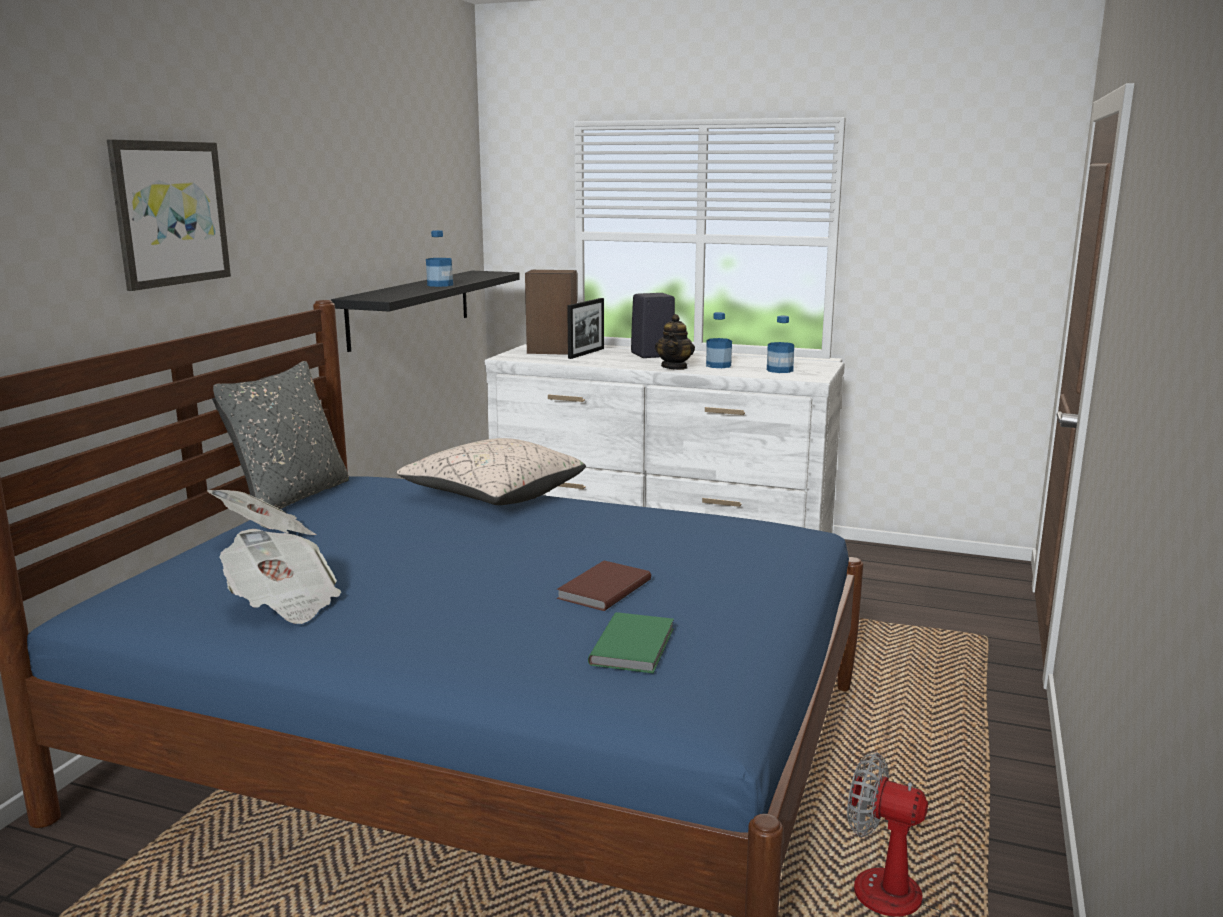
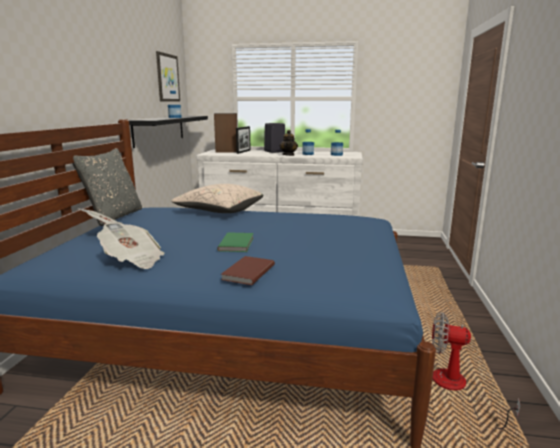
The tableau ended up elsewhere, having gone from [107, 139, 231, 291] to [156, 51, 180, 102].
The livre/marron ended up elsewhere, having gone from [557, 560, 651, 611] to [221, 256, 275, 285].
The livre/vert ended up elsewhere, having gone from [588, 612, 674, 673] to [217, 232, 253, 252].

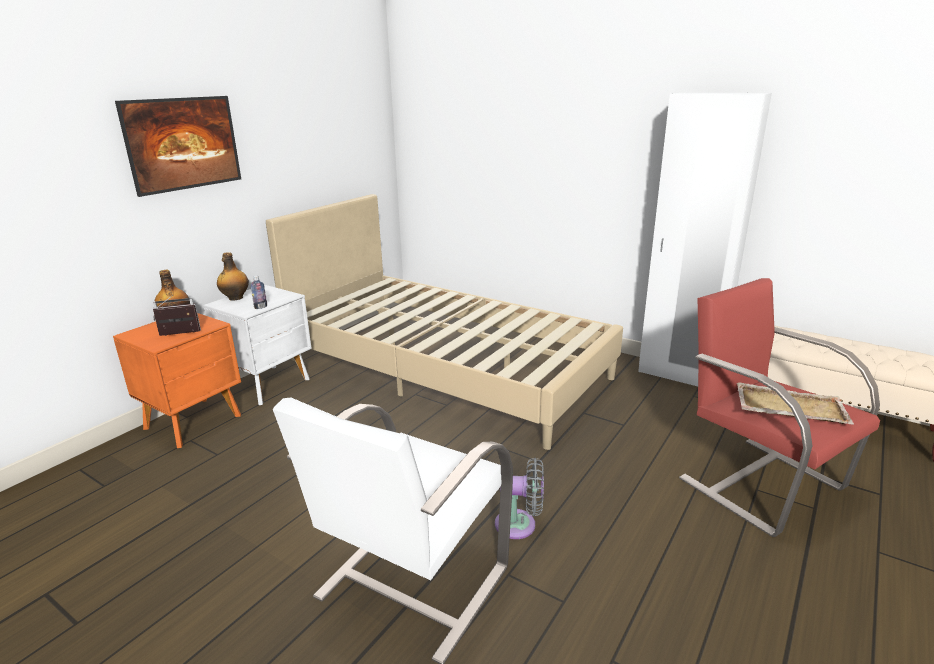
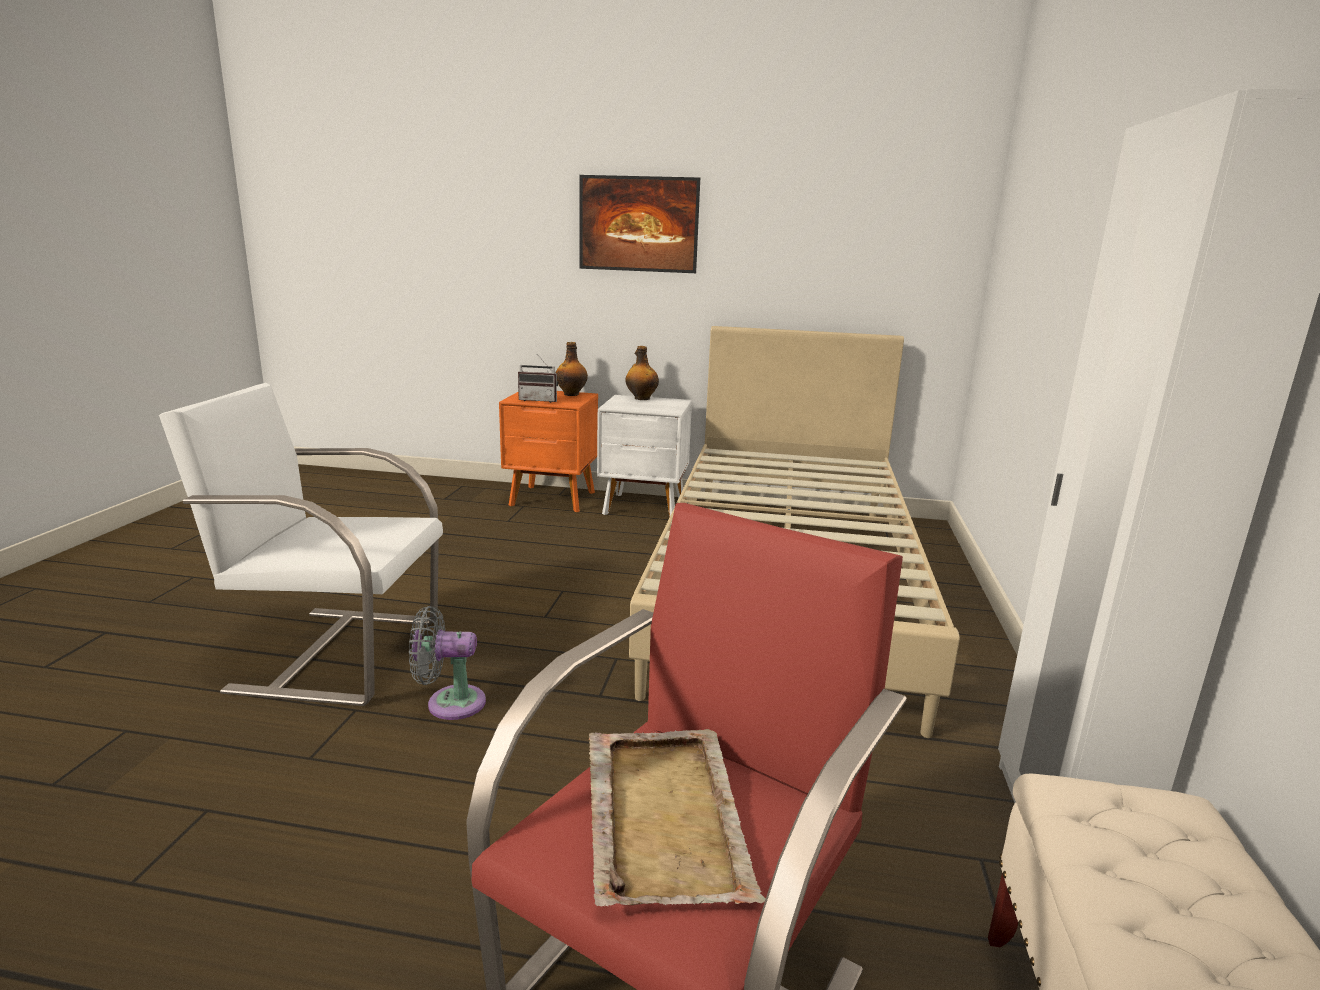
The second view lost the bouteille at [251, 276, 267, 309].
The radio at [153, 295, 201, 336] ended up facing another way, 135 degrees clockwise from before.
The ventilateur/gris at [495, 458, 544, 539] ended up facing another way, 105 degrees clockwise from before.

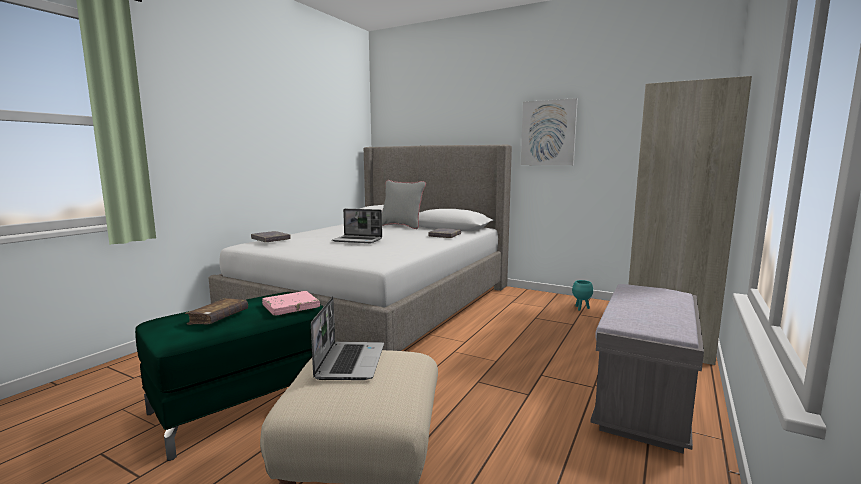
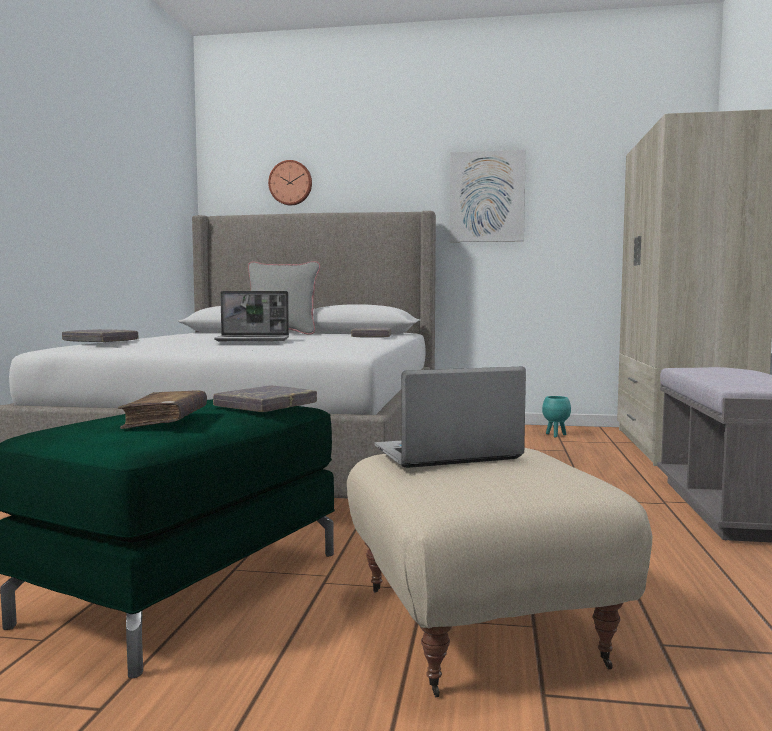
What was the livre/rose at [262, 291, 320, 316] turned into the livre/gris at [213, 385, 317, 412].
The ordinateur portable at [311, 296, 384, 380] ended up facing another way, 90 degrees counterclockwise from before.
The second view gained the horloge murale at [268, 160, 312, 205].

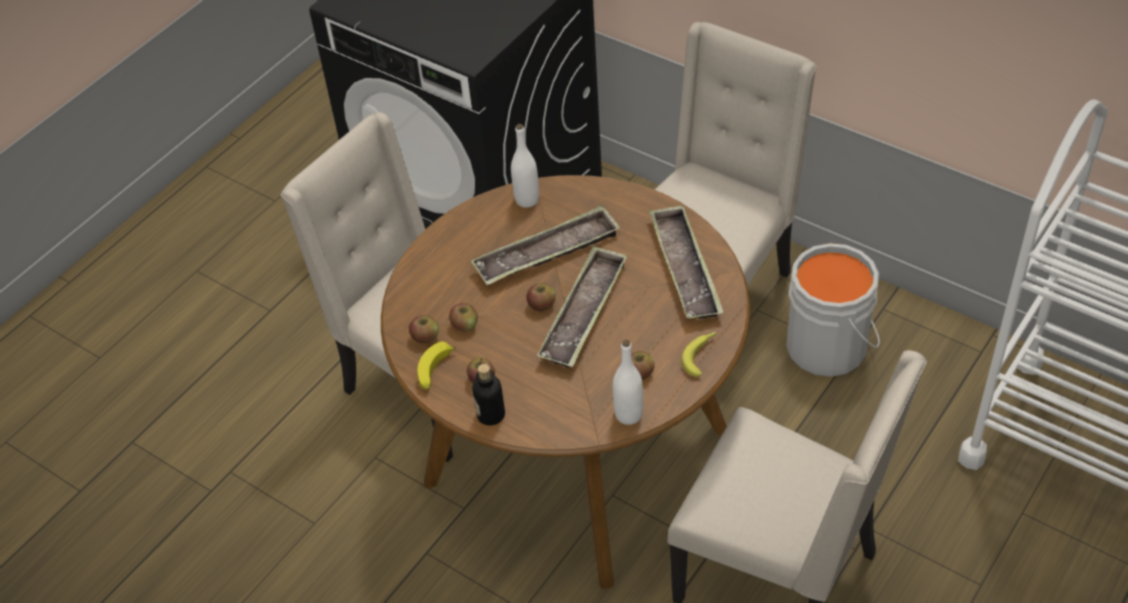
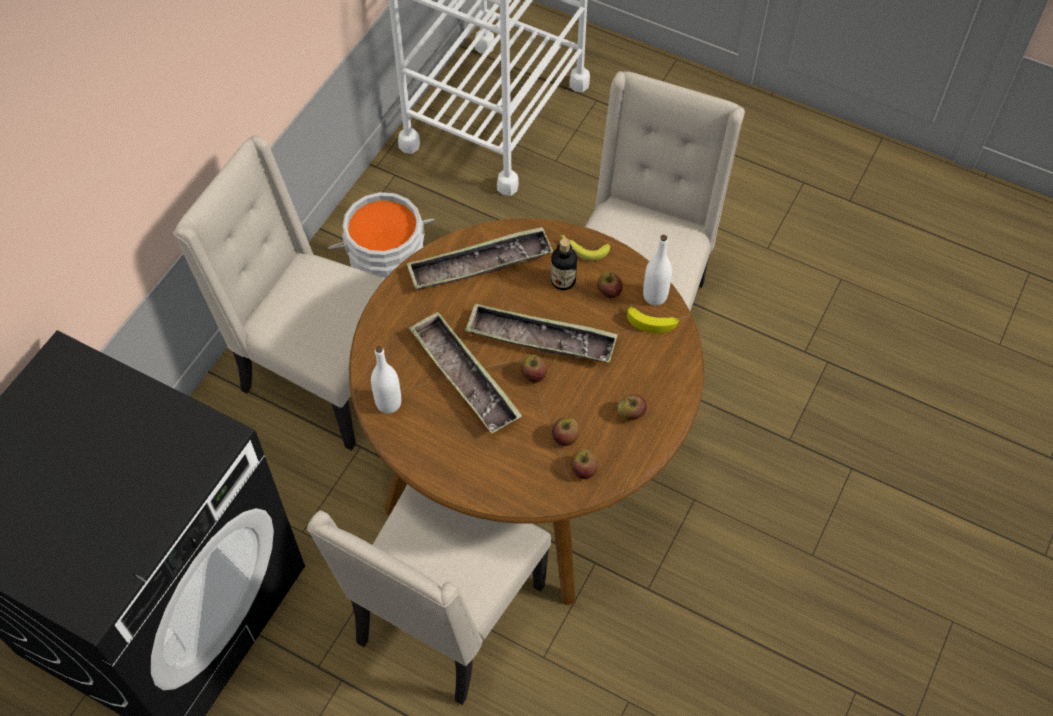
The banane ended up elsewhere, having gone from [418, 342, 456, 390] to [627, 305, 680, 334].
The bouteille ended up elsewhere, having gone from [472, 364, 505, 425] to [551, 238, 577, 290].

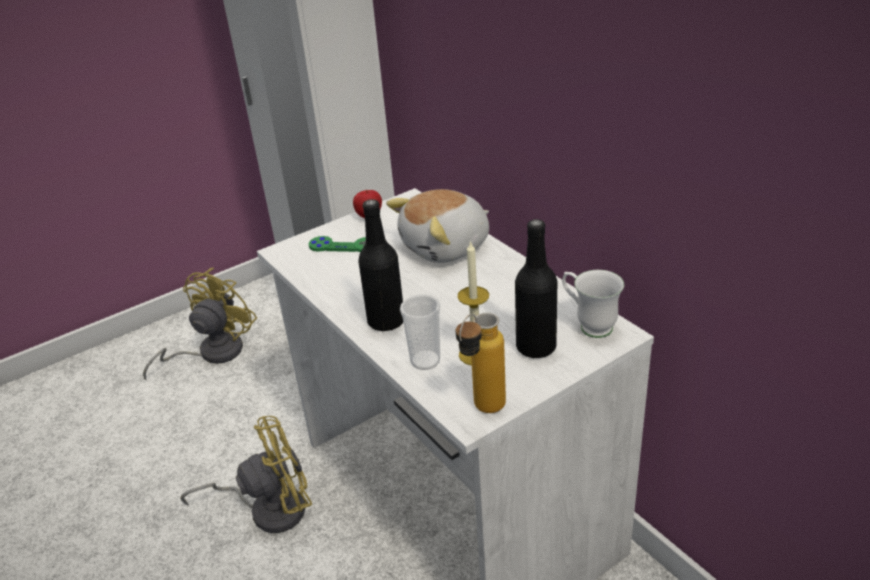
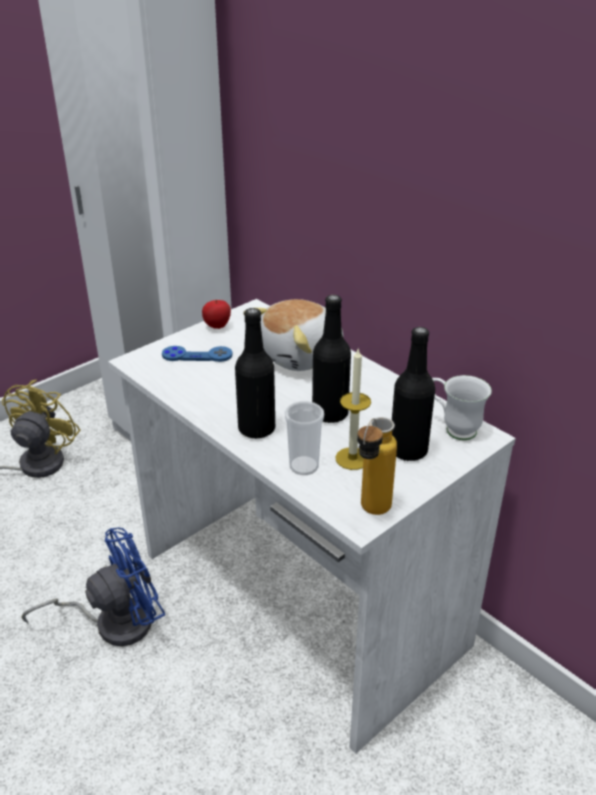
What was the manette/vert at [308, 236, 366, 252] turned into the manette/bleu at [162, 346, 232, 362].
What was the ventilateur/jaune at [180, 416, 312, 533] turned into the ventilateur/bleu at [22, 528, 165, 646].
The second view gained the bouteille/noir at [312, 295, 351, 423].

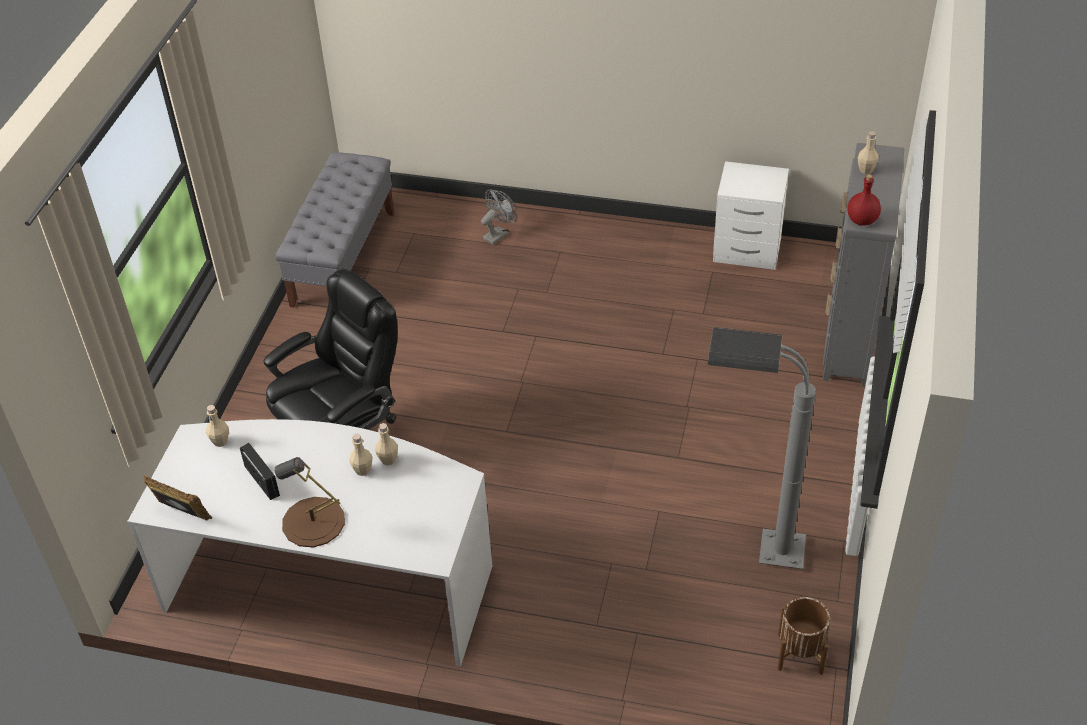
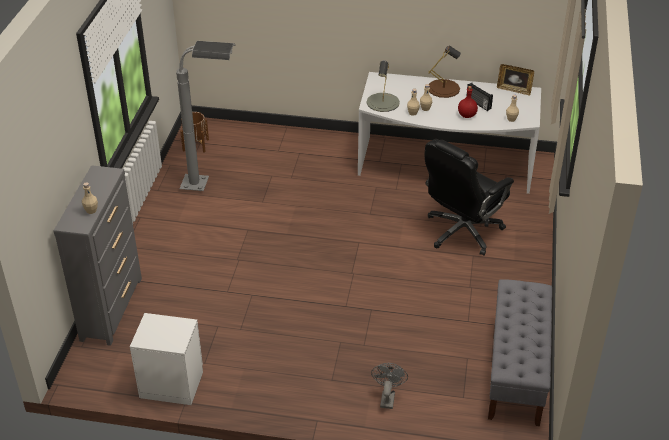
The bouteille/rouge ended up elsewhere, having gone from [847, 174, 881, 226] to [458, 86, 478, 118].
The ventilateur/gris at [481, 190, 517, 245] ended up facing another way, 150 degrees clockwise from before.
The second view gained the lampe de table/gris at [366, 60, 400, 112].

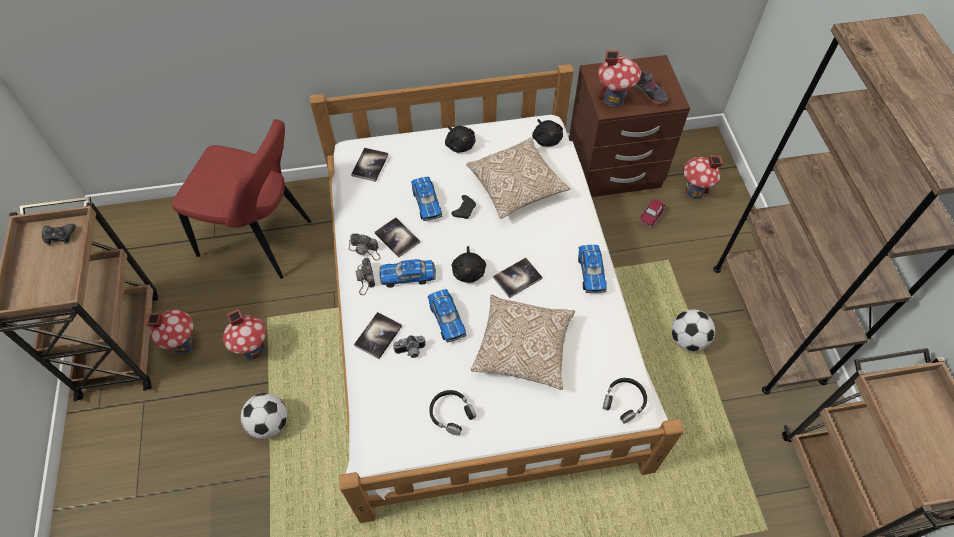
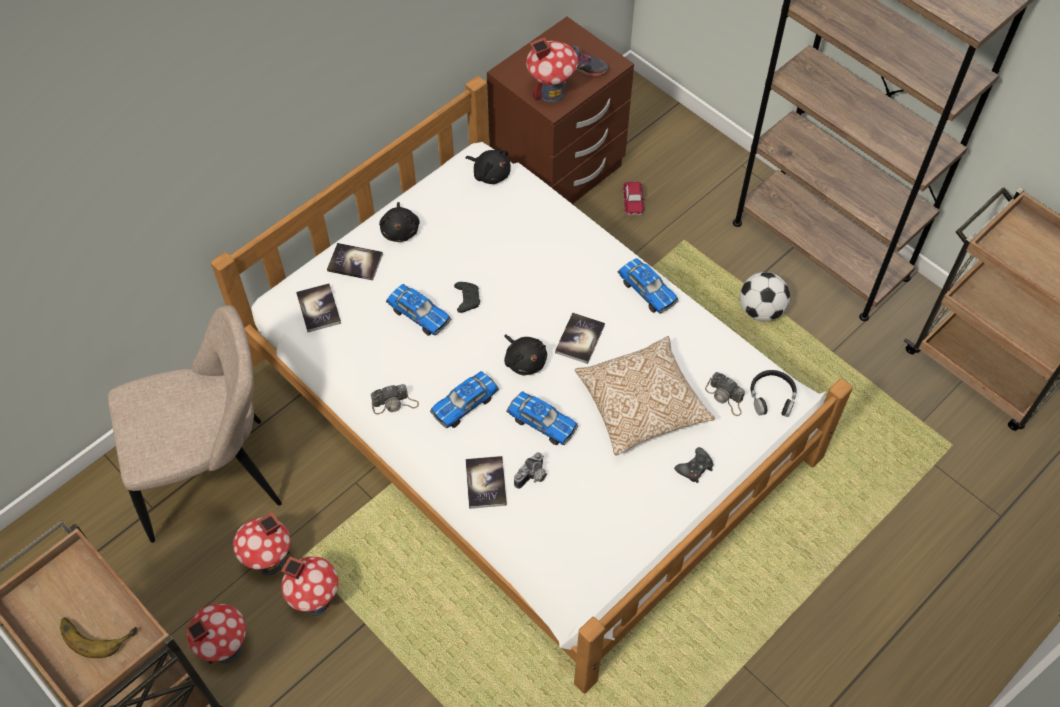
What was the chaise/rouge at [172, 119, 311, 279] turned into the chaise/beige at [108, 305, 282, 543].
The peluche/noir at [445, 126, 476, 153] ended up facing another way, 60 degrees clockwise from before.
The second view lost the coussin at [466, 137, 570, 219].
The maison miniature ended up elsewhere, having gone from [683, 155, 723, 199] to [233, 512, 291, 575].
The livre ended up elsewhere, having gone from [375, 217, 420, 258] to [327, 243, 383, 281].
The manette/noir ended up elsewhere, having gone from [42, 224, 76, 246] to [674, 447, 714, 483].
The appareil photo ended up elsewhere, having gone from [355, 257, 375, 295] to [705, 372, 745, 416].
The second view lost the casque audio/noir at [429, 390, 476, 436].
The second view lost the ballon de foot at [241, 393, 287, 439].
The second view gained the banane at [60, 617, 138, 658].

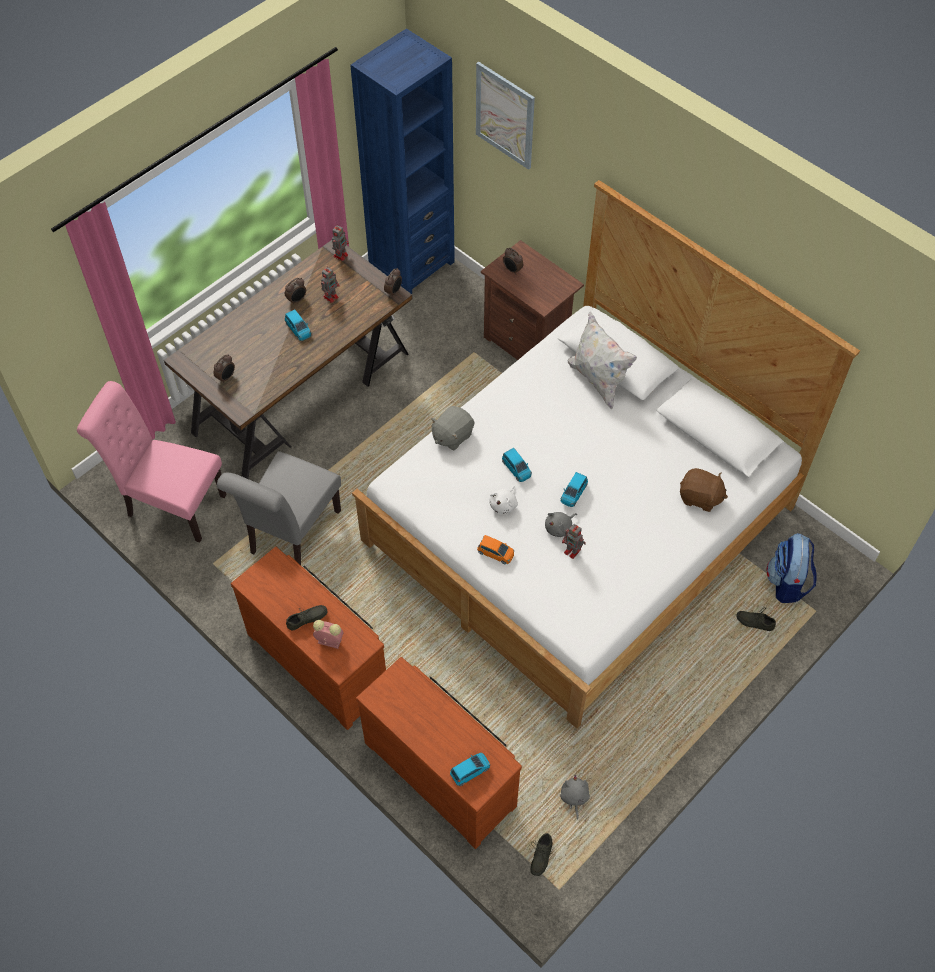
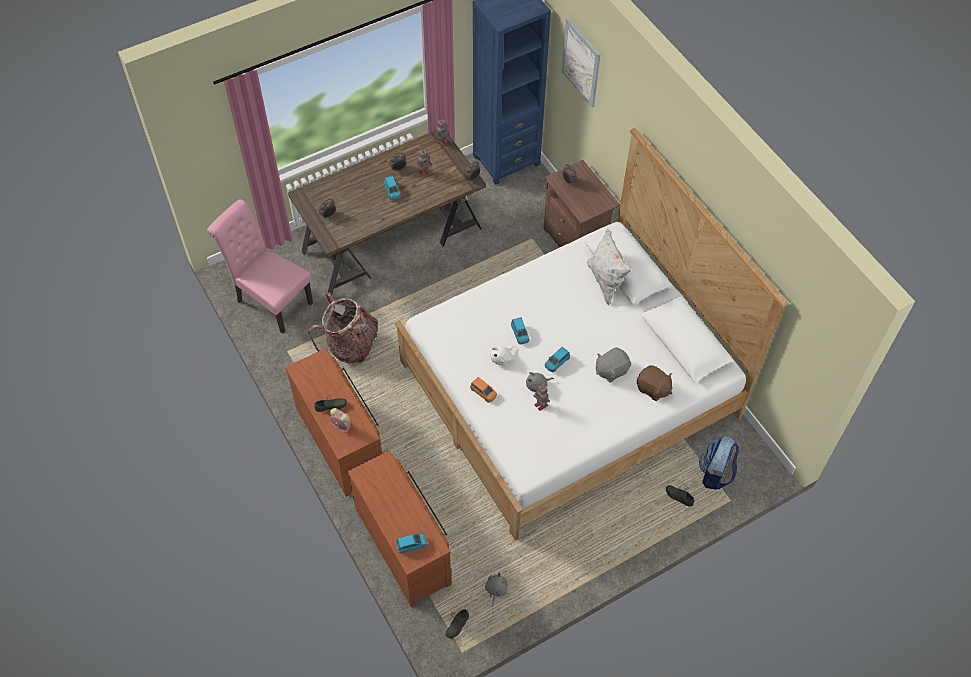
The peluche/gris ended up elsewhere, having gone from [431, 406, 474, 451] to [596, 347, 631, 383].
Where the chaise/gris stood at [217, 451, 341, 565], the sac à dos came to stand at [309, 292, 378, 363].

